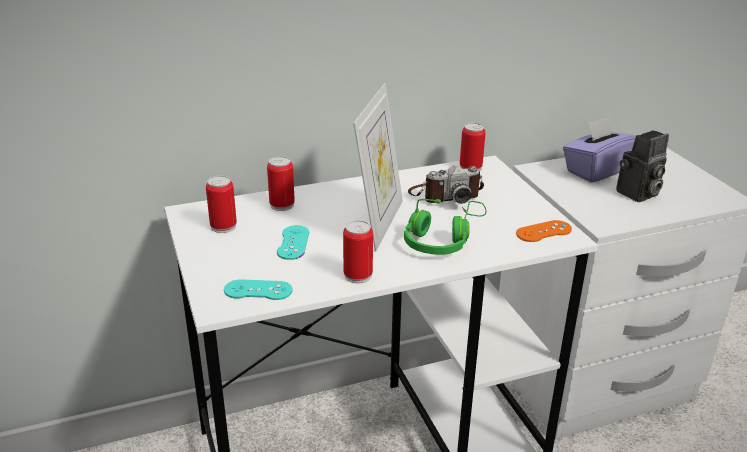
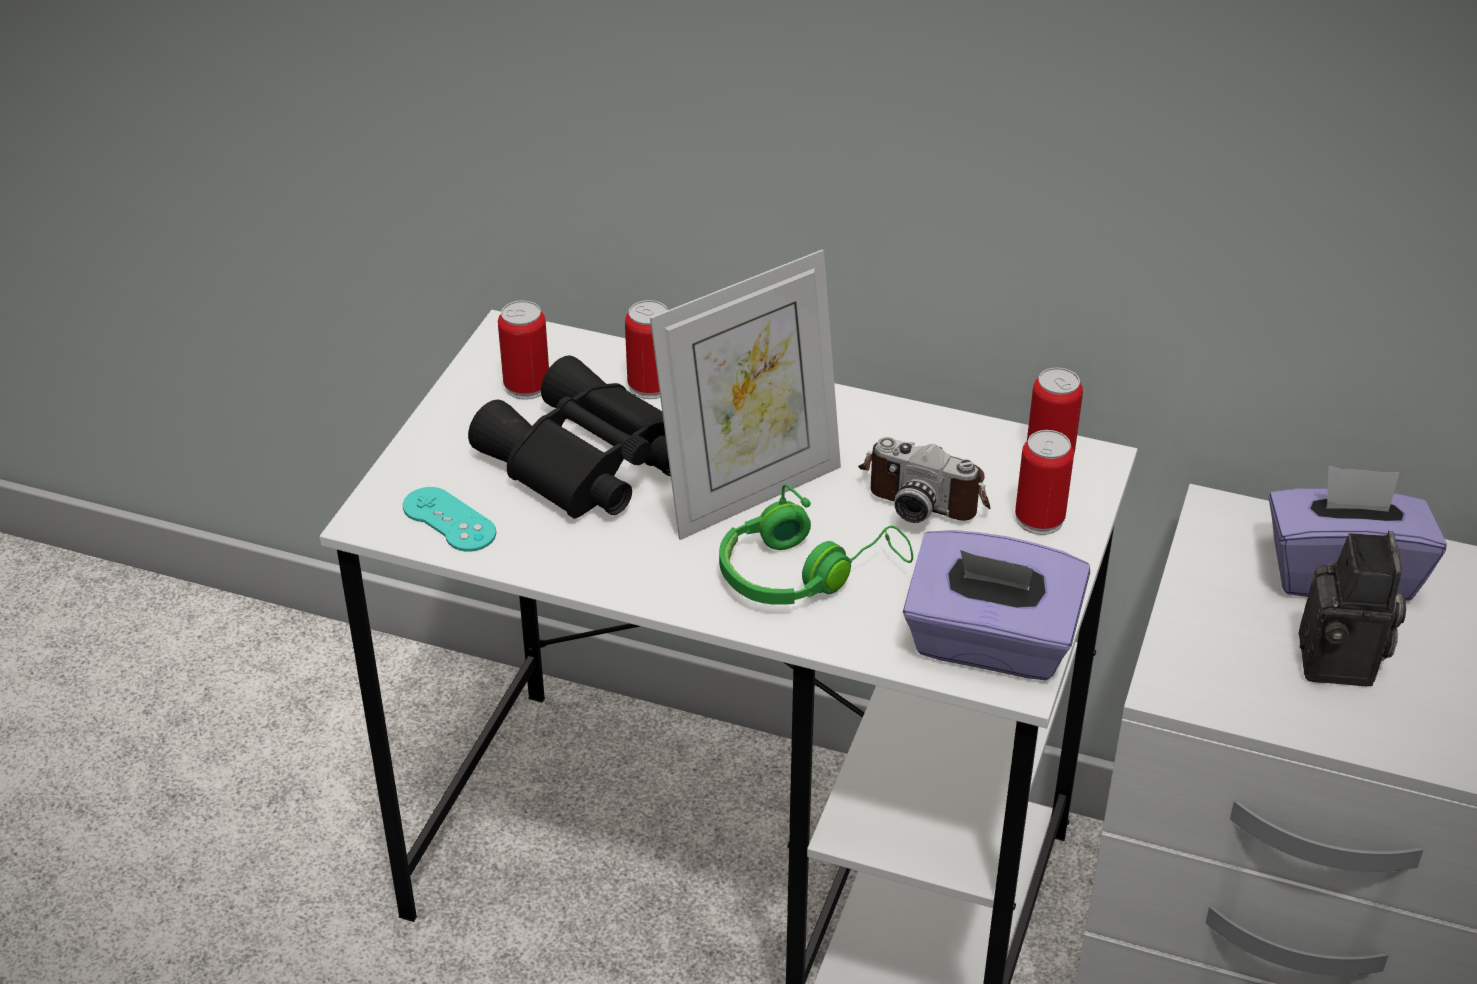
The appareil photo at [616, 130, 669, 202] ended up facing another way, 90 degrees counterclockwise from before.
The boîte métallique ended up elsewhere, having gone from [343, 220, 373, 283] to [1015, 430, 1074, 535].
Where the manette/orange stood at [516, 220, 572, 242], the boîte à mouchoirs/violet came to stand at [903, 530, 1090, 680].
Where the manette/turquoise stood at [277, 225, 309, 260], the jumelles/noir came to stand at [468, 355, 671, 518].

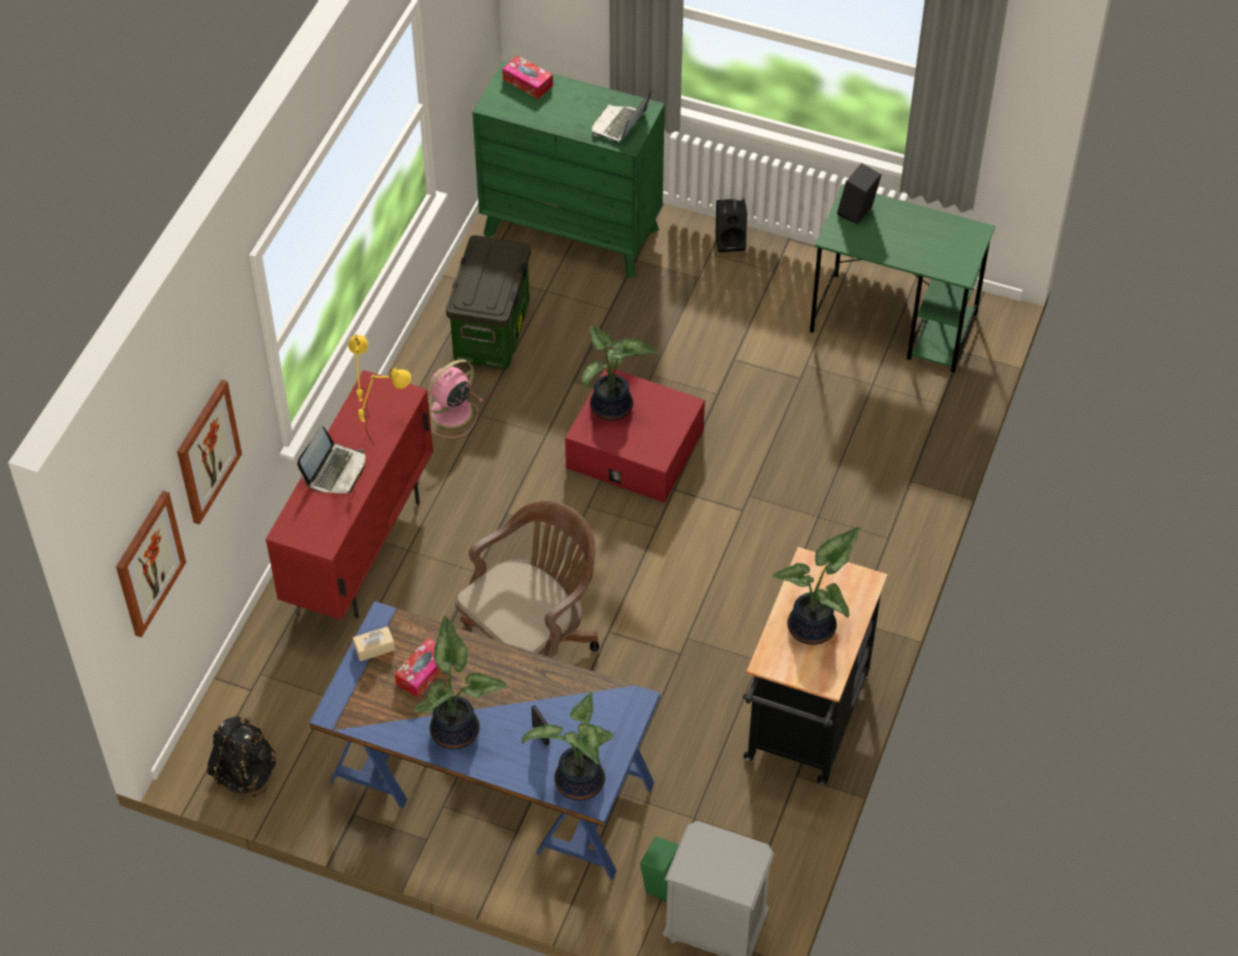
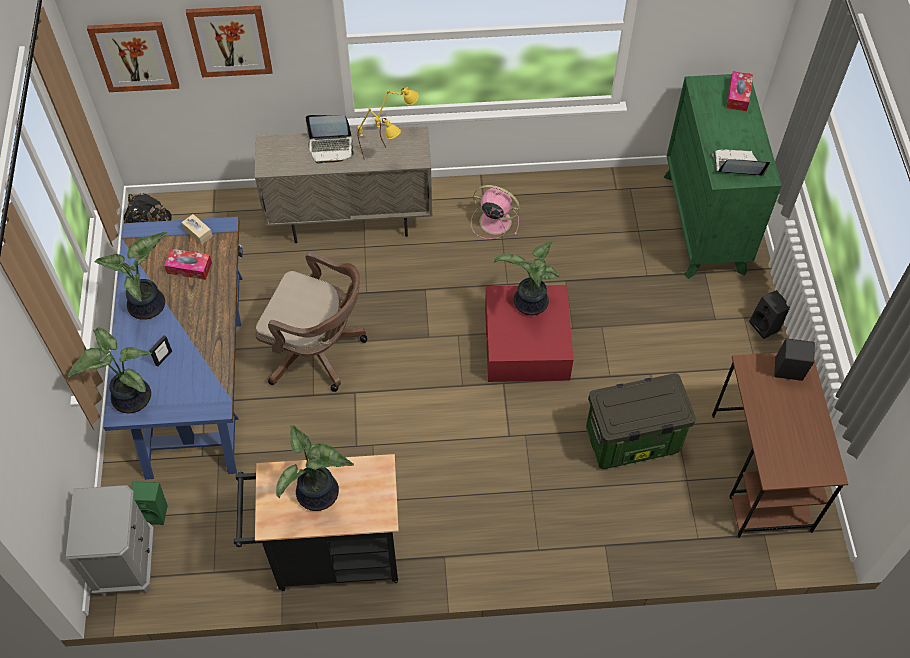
What was the bureau/vert at [810, 185, 995, 373] turned into the bureau/marron at [712, 353, 848, 538].
The boîte de rangement ended up elsewhere, having gone from [446, 235, 531, 369] to [586, 373, 696, 469].
What was the meuble de rangement/rouge at [265, 370, 433, 620] turned into the meuble de rangement/beige at [255, 126, 433, 243].

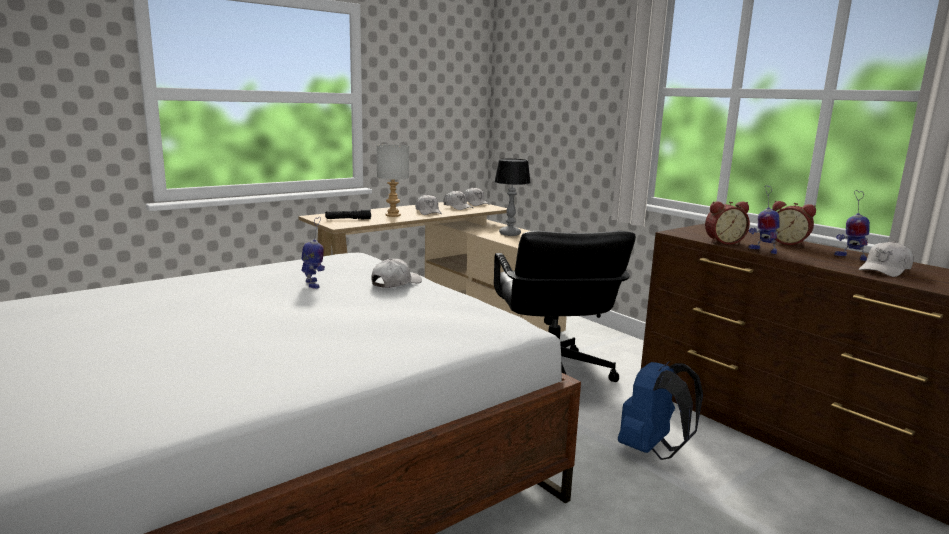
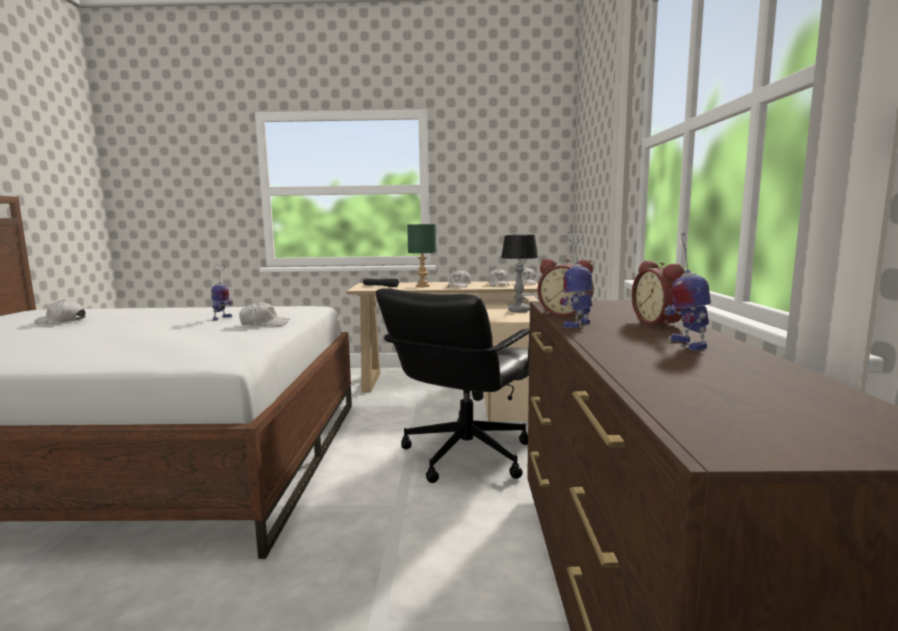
What was the lampe de table/gris at [377, 144, 409, 217] turned into the lampe de table/vert at [407, 224, 436, 287].
The robot jouet at [749, 185, 779, 254] ended up facing another way, 45 degrees clockwise from before.
The casquette/blanc ended up elsewhere, having gone from [859, 241, 913, 277] to [34, 300, 86, 324].
The second view lost the sac à dos/bleu at [618, 361, 703, 460].

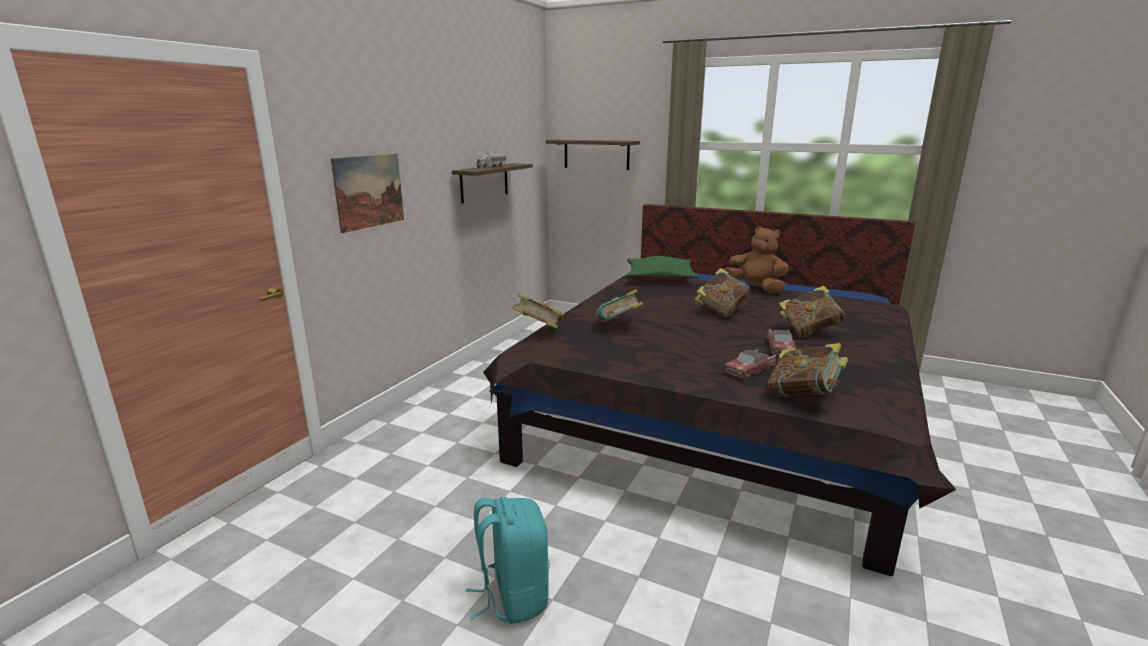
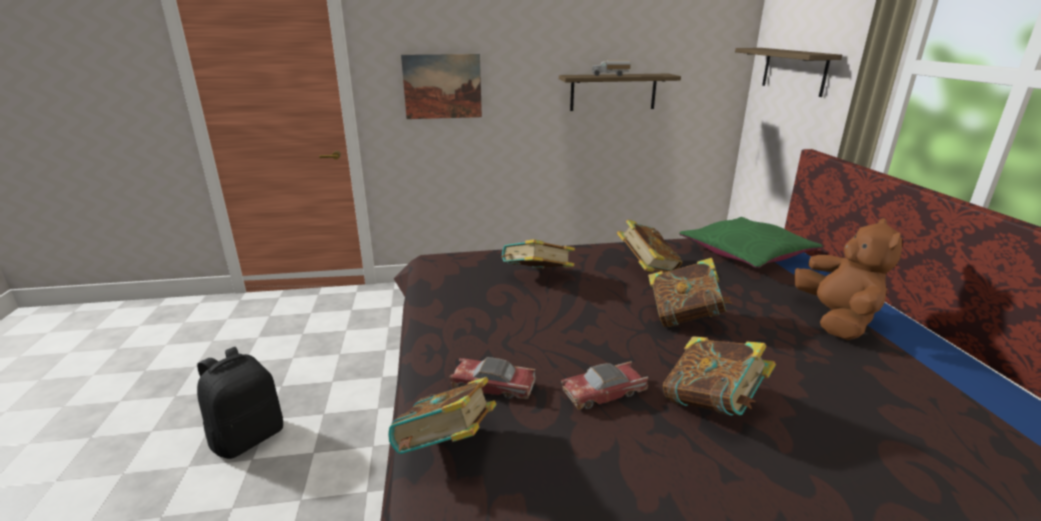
The livre ended up elsewhere, having gone from [512, 293, 564, 329] to [617, 220, 682, 272].
What was the sac à dos/turquoise at [466, 497, 550, 624] turned into the sac à dos/noir at [197, 347, 283, 459].

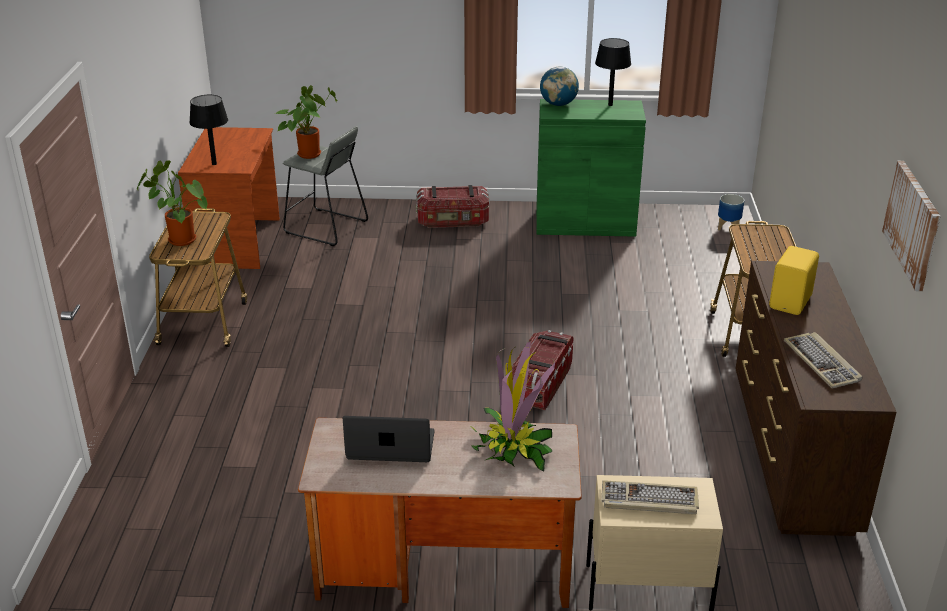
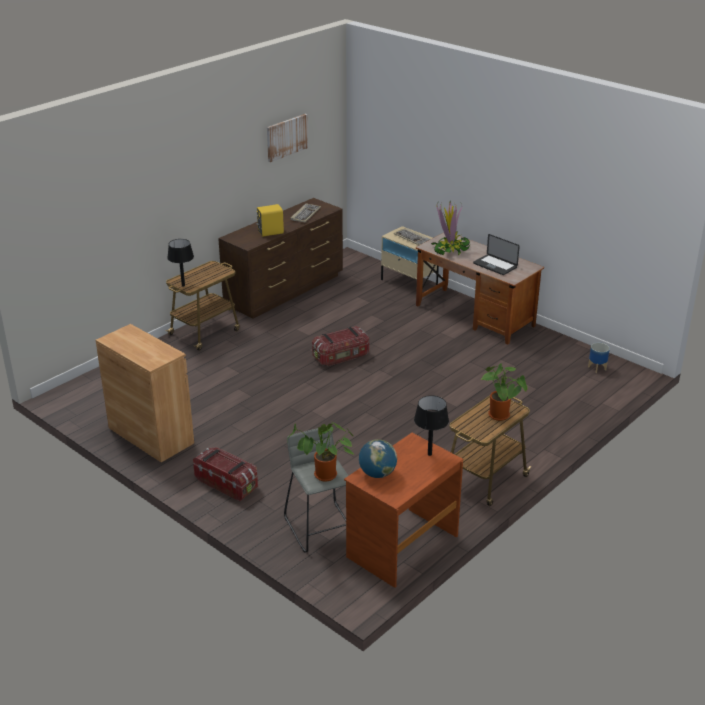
The lampe de table/noir ended up elsewhere, having gone from [595, 38, 631, 106] to [167, 239, 194, 287].
The globe ended up elsewhere, having gone from [540, 67, 579, 106] to [359, 439, 397, 478].
What was the meuble de rangement/vert at [536, 99, 646, 237] turned into the meuble de rangement/marron at [96, 324, 194, 462].
The cache-pot ended up elsewhere, having gone from [718, 194, 744, 231] to [588, 343, 610, 373].

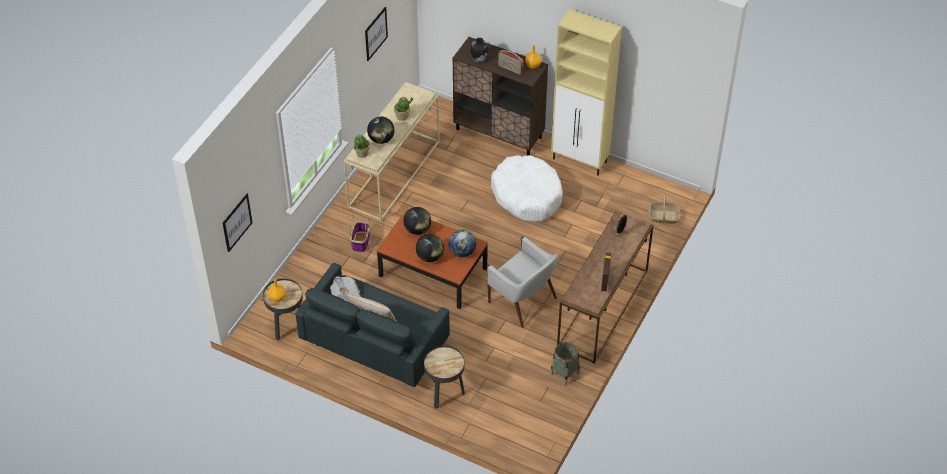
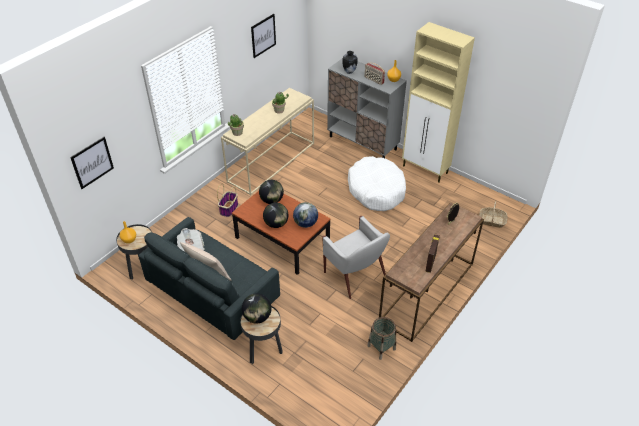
What was the meuble de rangement/marron at [453, 37, 548, 155] turned into the meuble de rangement/gris at [327, 58, 407, 158].
The globe ended up elsewhere, having gone from [367, 117, 394, 144] to [242, 293, 272, 324].

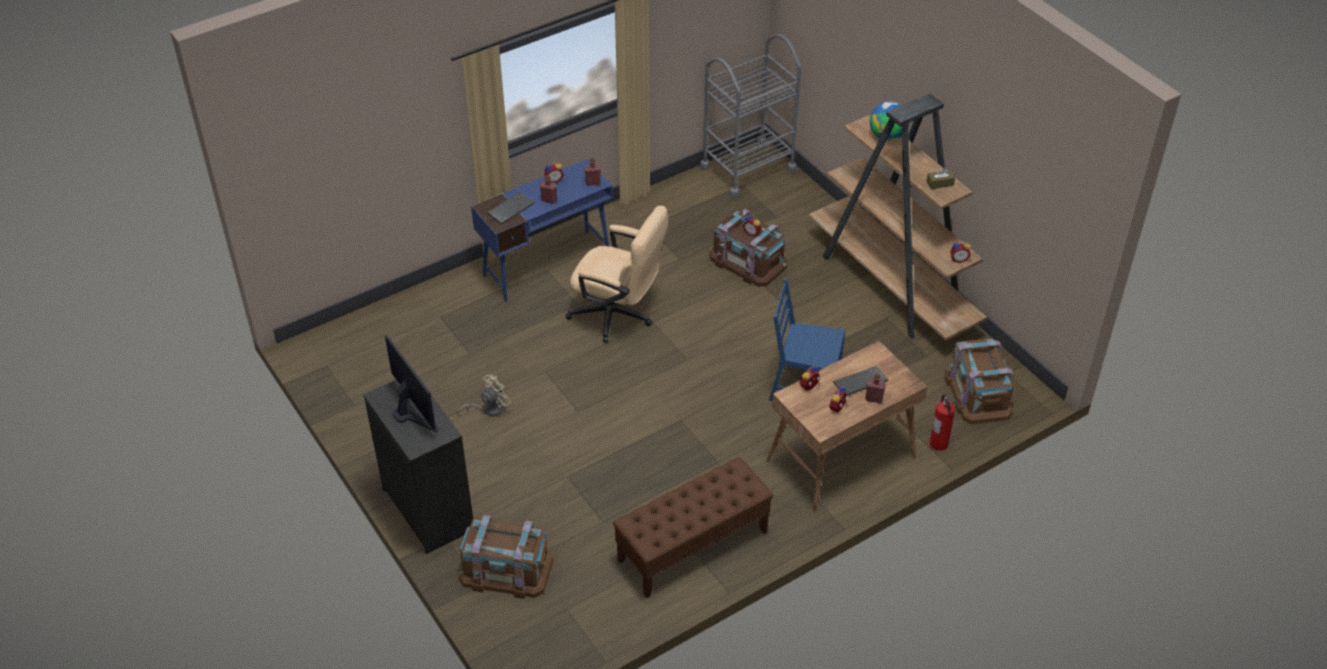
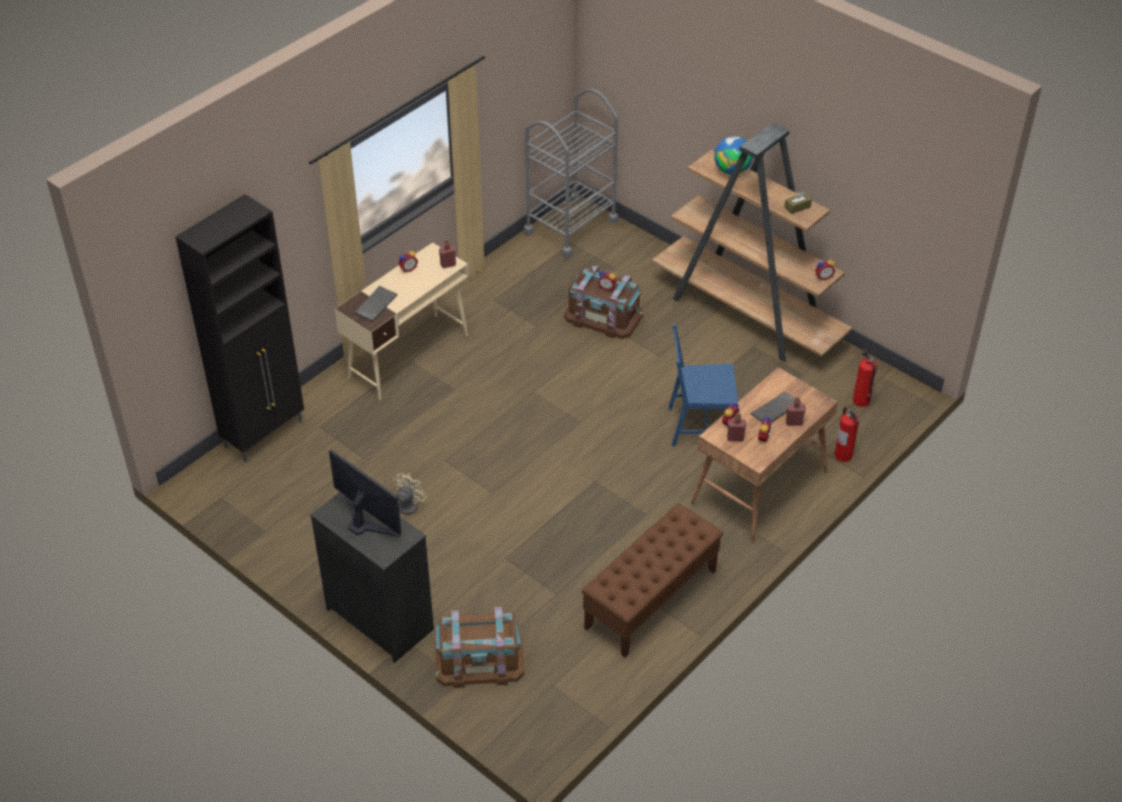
What was the bureau/bleu at [471, 159, 613, 302] turned into the bureau/beige at [335, 242, 469, 400].
The bouteille/rouge ended up elsewhere, having gone from [540, 175, 557, 204] to [727, 413, 747, 442].
The second view lost the chaise de bureau/beige at [565, 205, 668, 343].
Where the boîte de rangement/marron stood at [945, 338, 1014, 424], the extincteur came to stand at [853, 348, 877, 407].
The second view gained the meuble de rangement/noir at [175, 194, 304, 463].

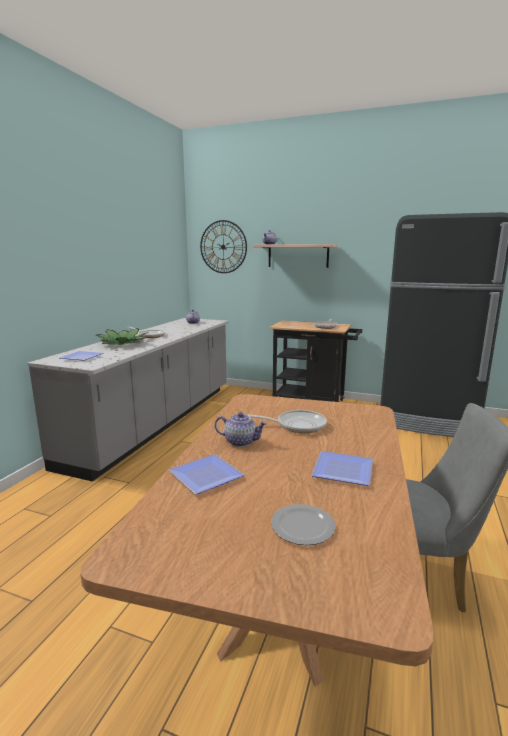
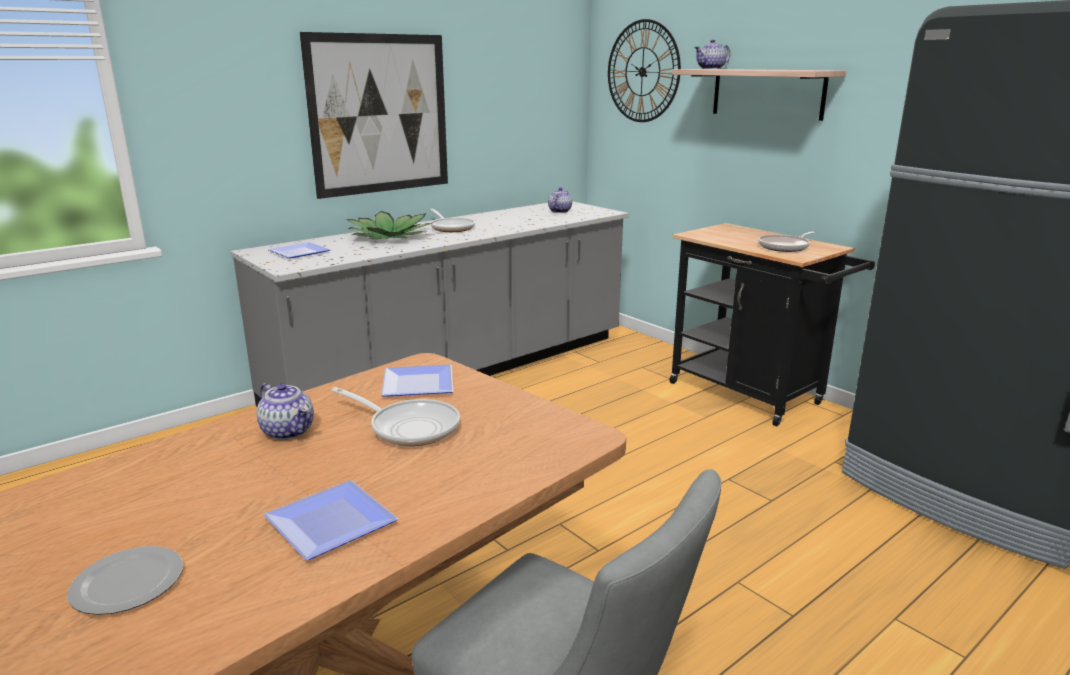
The assiette ended up elsewhere, having gone from [169, 454, 245, 495] to [381, 364, 453, 397].
The second view gained the tableau at [300, 32, 448, 199].

